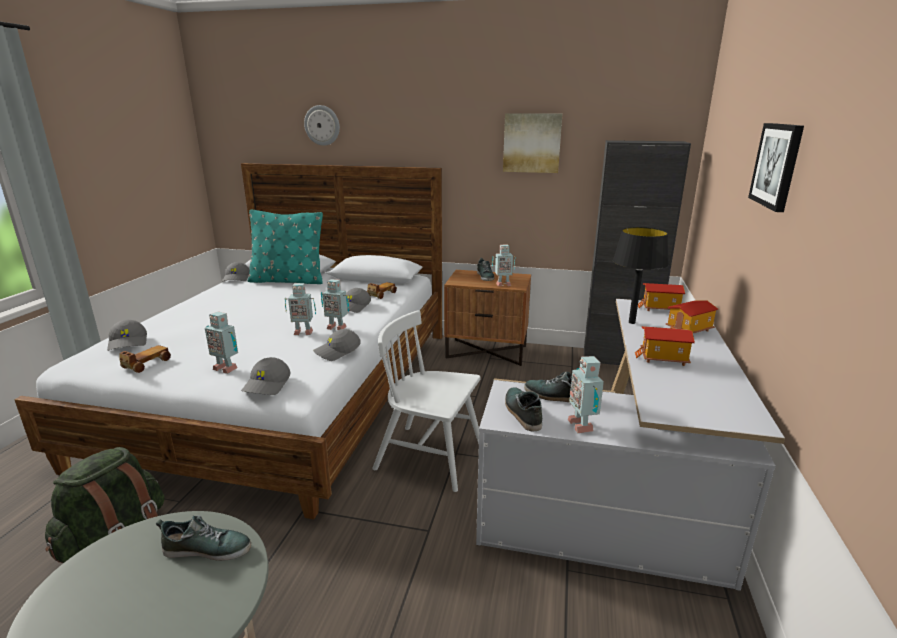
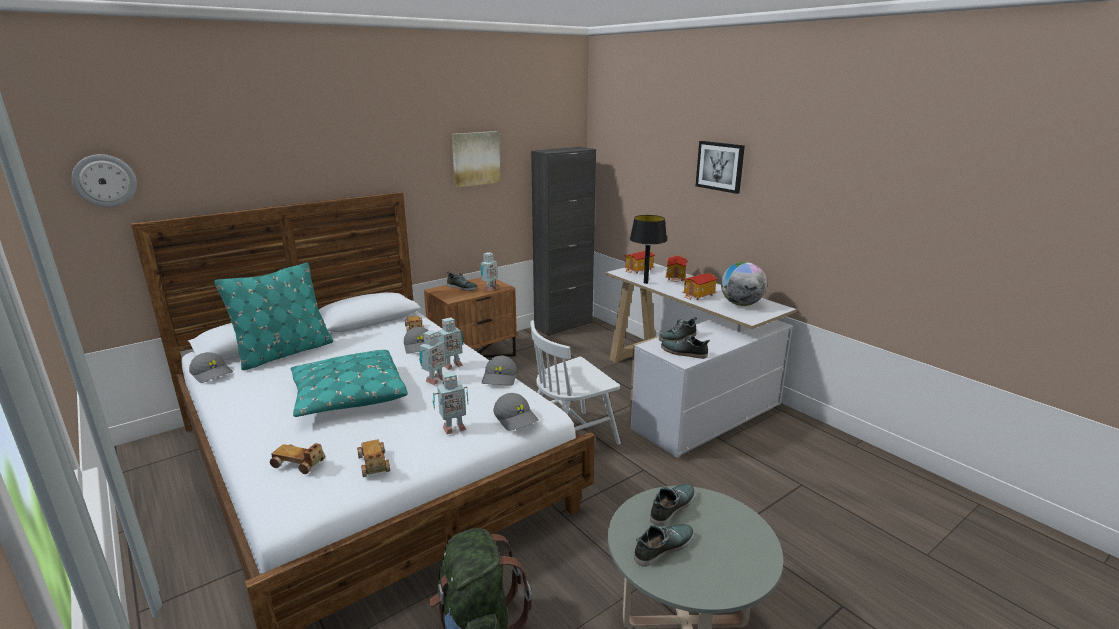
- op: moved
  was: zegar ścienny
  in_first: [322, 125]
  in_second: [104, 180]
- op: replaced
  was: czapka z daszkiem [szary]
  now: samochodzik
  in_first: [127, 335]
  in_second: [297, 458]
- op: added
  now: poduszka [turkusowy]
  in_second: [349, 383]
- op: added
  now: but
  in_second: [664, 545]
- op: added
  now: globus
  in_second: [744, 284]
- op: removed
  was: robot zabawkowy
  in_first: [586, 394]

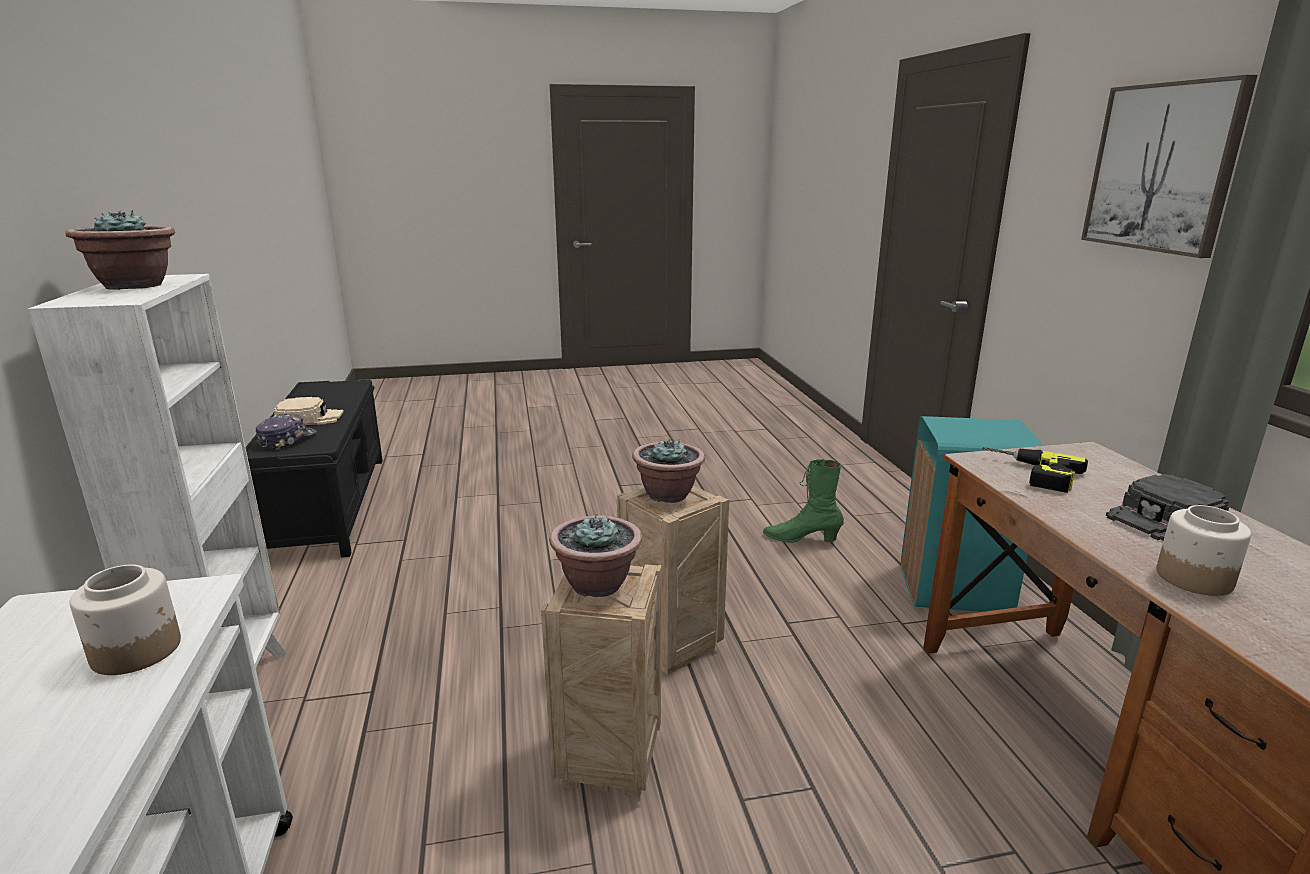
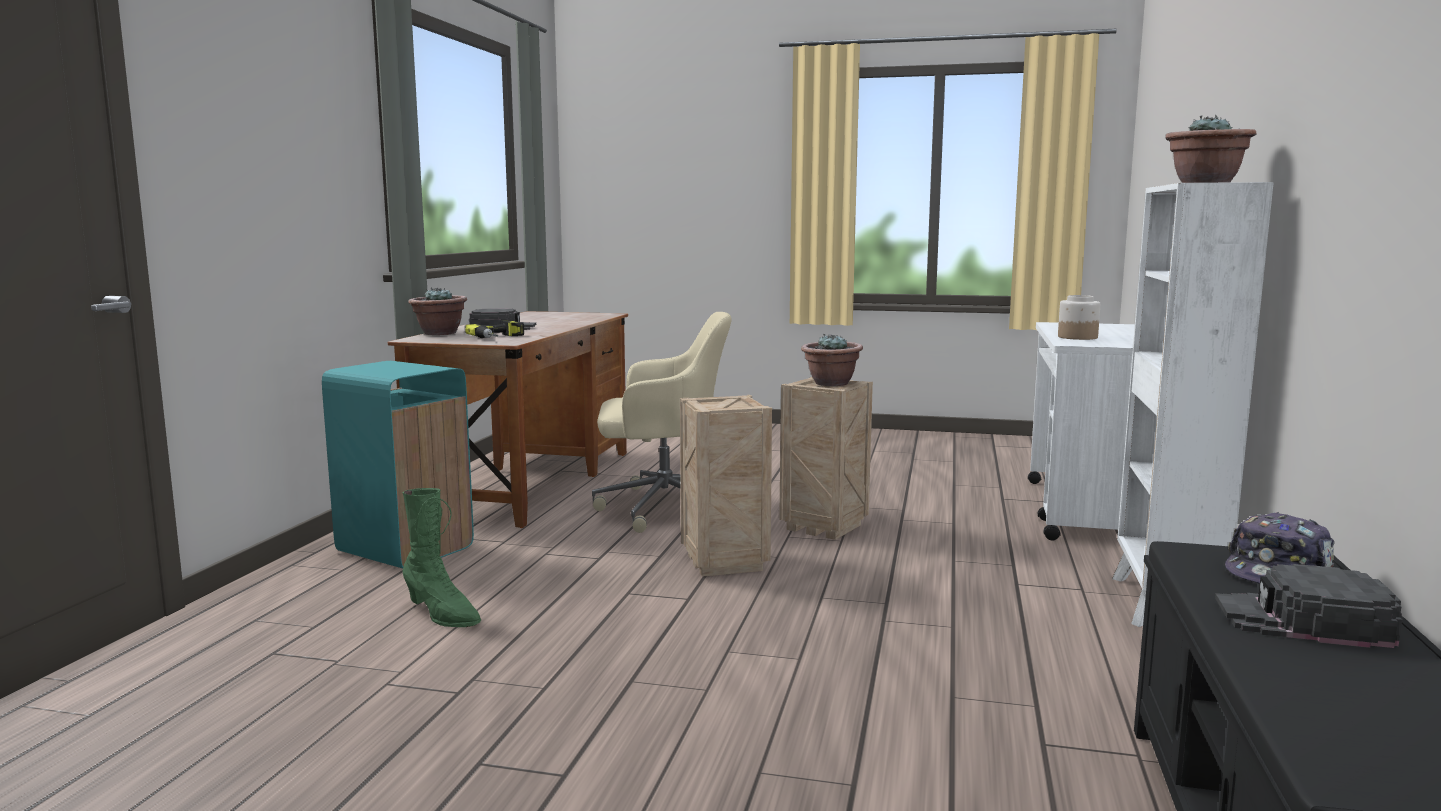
- op: moved
  was: roślina doniczkowa
  in_first: [668, 470]
  in_second: [437, 311]
- op: added
  now: krzesło biurowe [beżowy]
  in_second: [661, 422]
- op: recoloured
  was: czapka z daszkiem [beżowy]
  now: czapka z daszkiem [czarny]
  in_first: [309, 411]
  in_second: [1308, 606]
- op: removed
  was: obraz
  in_first: [1169, 166]
- op: removed
  was: słoik
  in_first: [1203, 550]

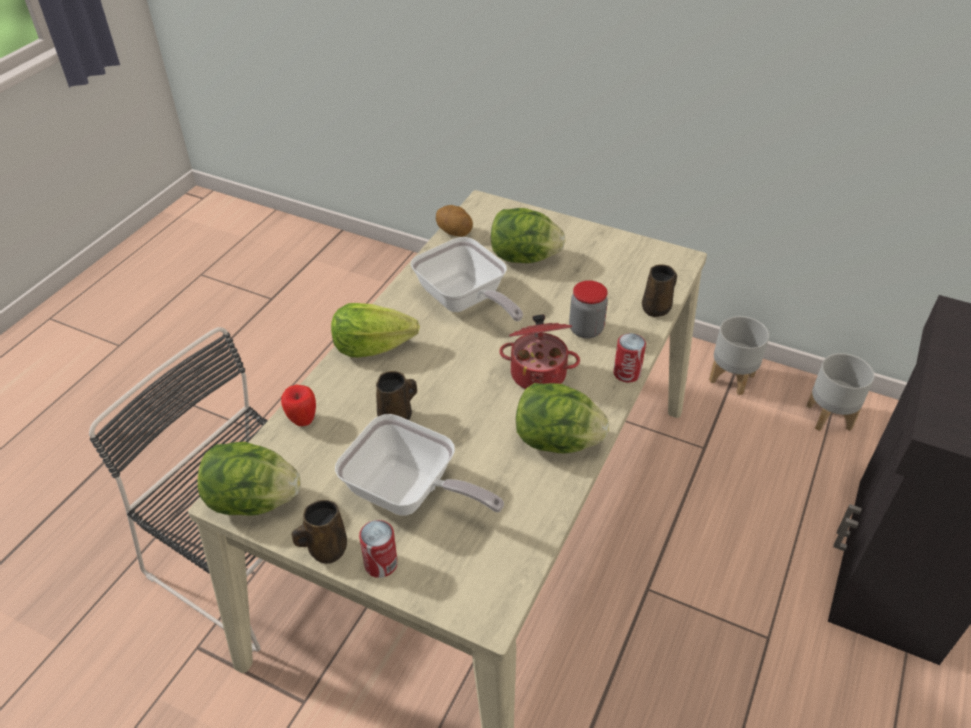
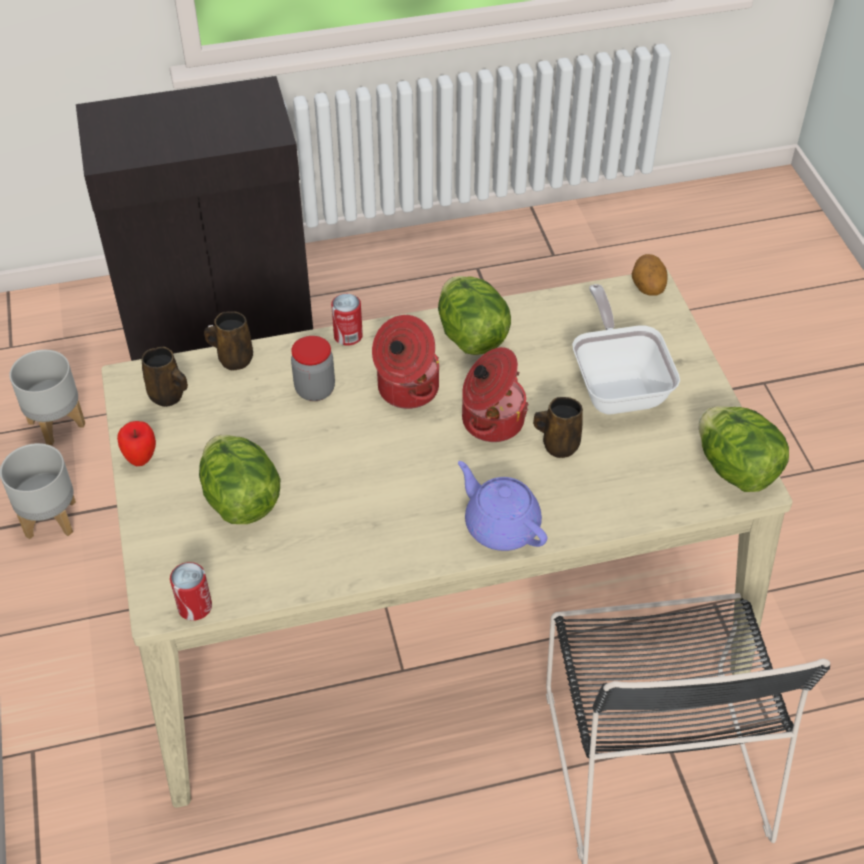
- op: moved
  was: jabłko
  in_first: [298, 405]
  in_second: [136, 443]
- op: moved
  was: kubek [brązowy]
  in_first: [319, 532]
  in_second: [164, 377]
- op: moved
  was: puszka
  in_first: [378, 549]
  in_second: [191, 591]
- op: replaced
  was: sałata
  now: imbryk [fioletowy]
  in_first: [375, 330]
  in_second: [502, 506]
- op: added
  now: garnek
  in_second: [495, 394]
- op: moved
  was: ziemniak
  in_first: [454, 221]
  in_second: [650, 274]
- op: removed
  was: patelnia
  in_first: [467, 279]

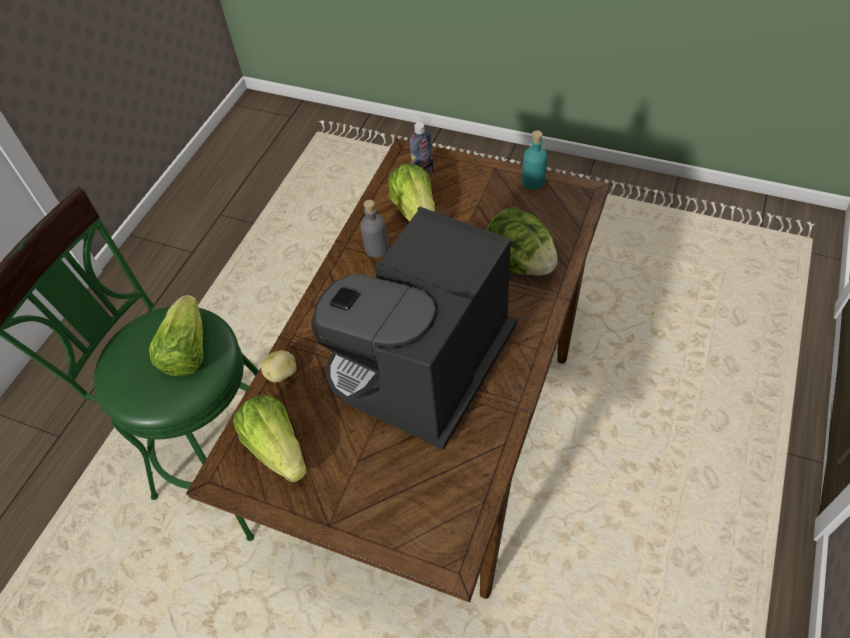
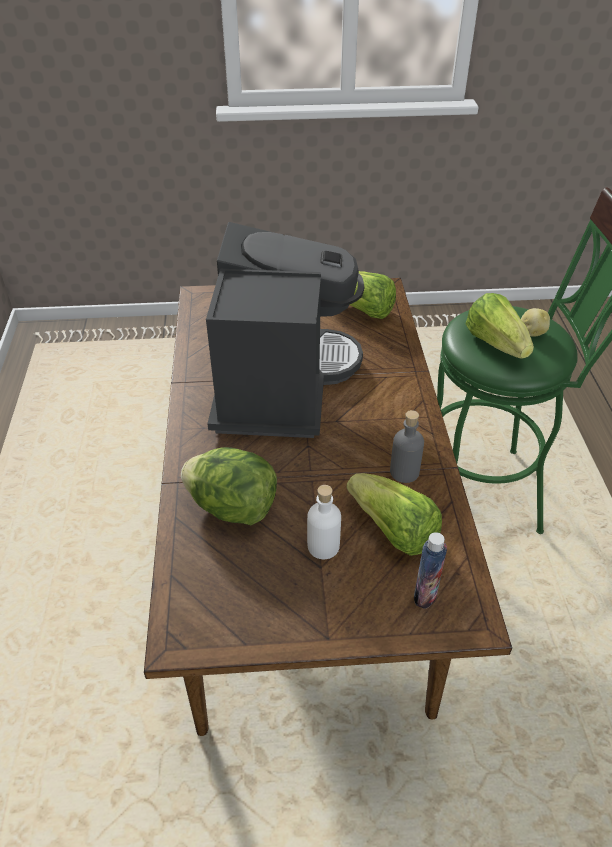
- op: added
  now: butelka [biały]
  in_second: [324, 522]
- op: moved
  was: ziemniak
  in_first: [279, 366]
  in_second: [535, 322]
- op: removed
  was: butelka [turkusowy]
  in_first: [534, 160]

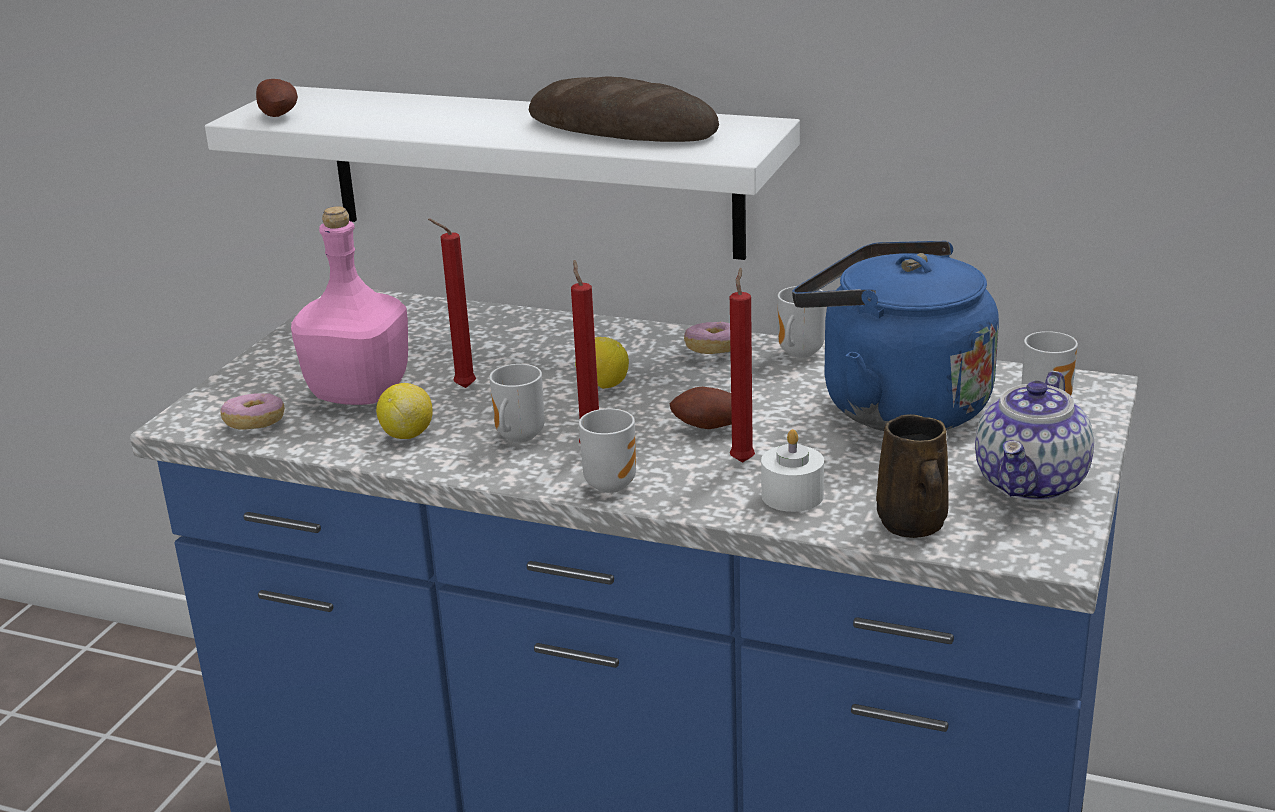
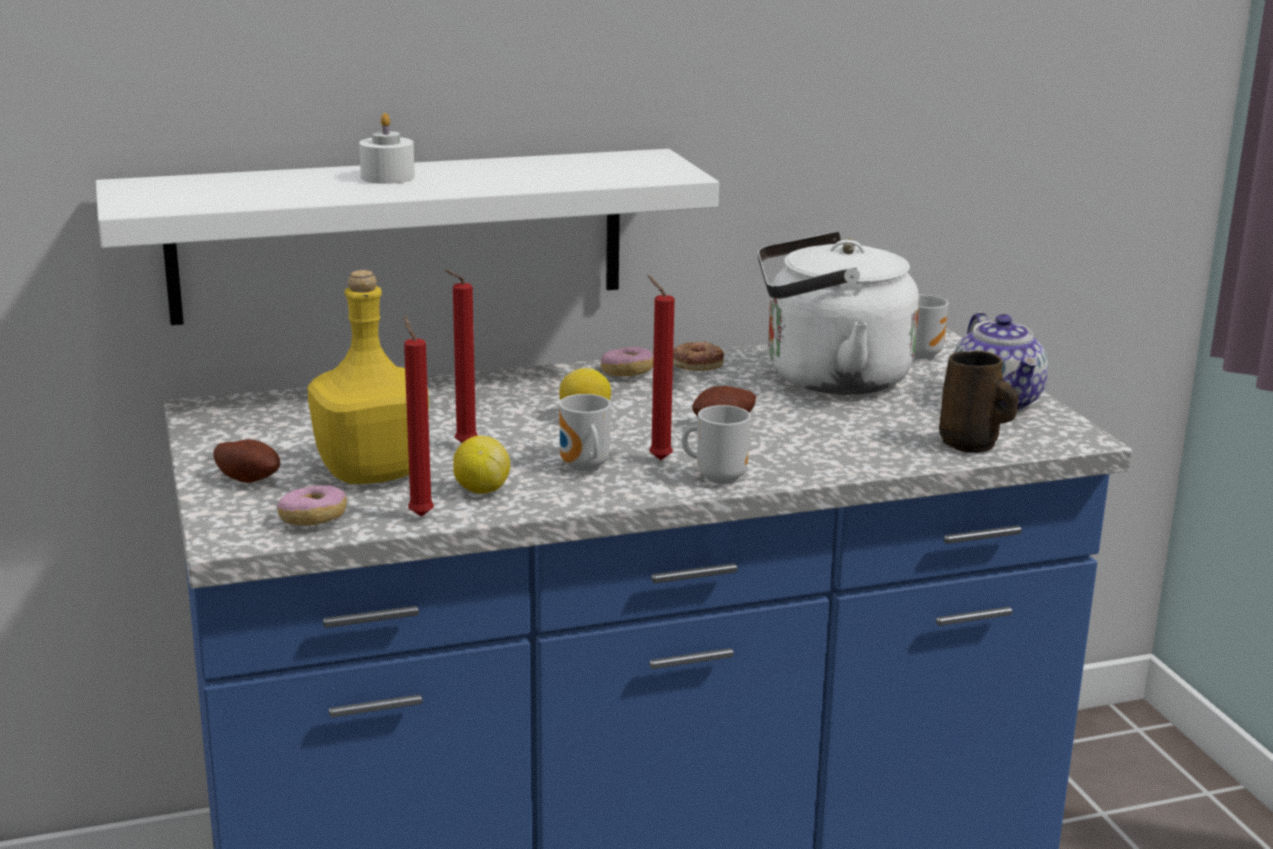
- op: moved
  was: ziemniak
  in_first: [277, 98]
  in_second: [246, 461]
- op: recoloured
  was: butelka [różowy]
  now: butelka [żółty]
  in_first: [349, 305]
  in_second: [368, 377]
- op: moved
  was: świeca [biały]
  in_first: [792, 470]
  in_second: [387, 148]
- op: moved
  was: świeca [czerwony]
  in_first: [742, 365]
  in_second: [419, 416]
- op: replaced
  was: kubek
  now: donut
  in_first: [801, 322]
  in_second: [698, 356]
- op: recoloured
  was: czajnik [niebieski]
  now: czajnik [biały]
  in_first: [895, 336]
  in_second: [838, 313]
- op: removed
  was: chleb
  in_first: [624, 109]

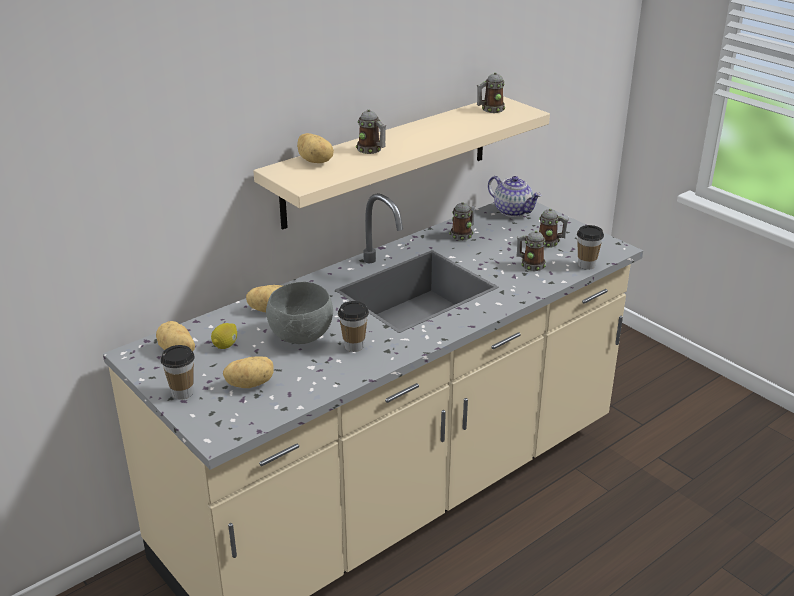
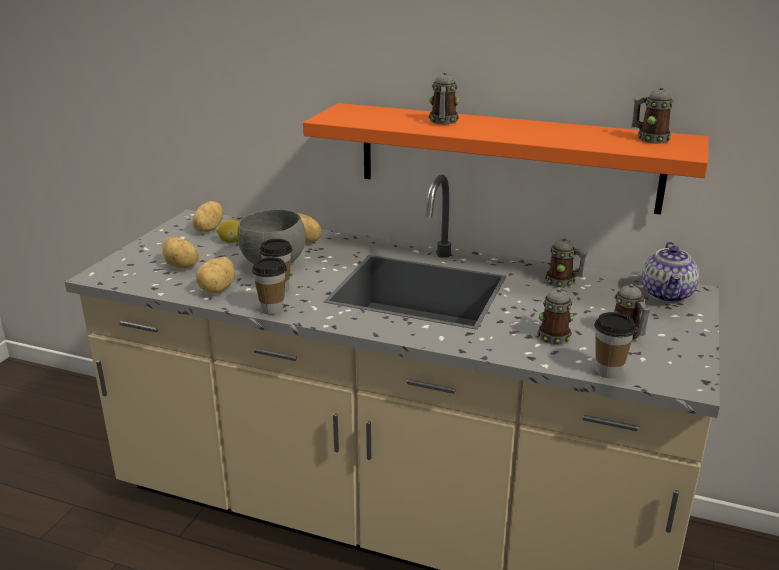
- op: moved
  was: ziemniak
  in_first: [315, 148]
  in_second: [215, 275]
- op: moved
  was: filiżanka
  in_first: [178, 372]
  in_second: [269, 286]
- op: recoloured
  was: półka [beżowy]
  now: półka [pomarańczowy]
  in_first: [401, 162]
  in_second: [506, 159]

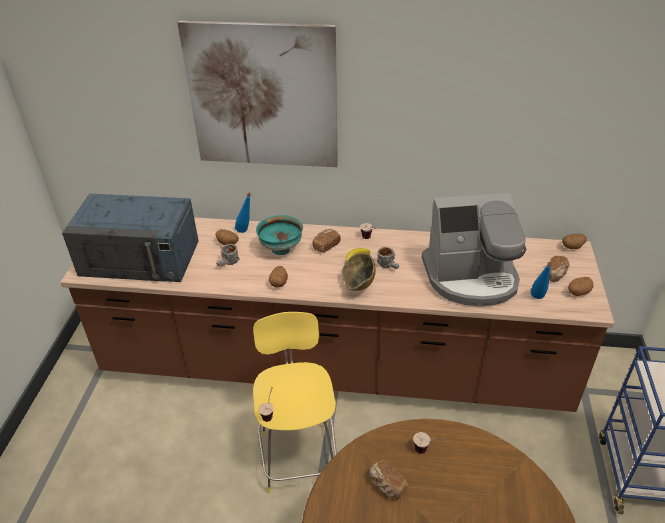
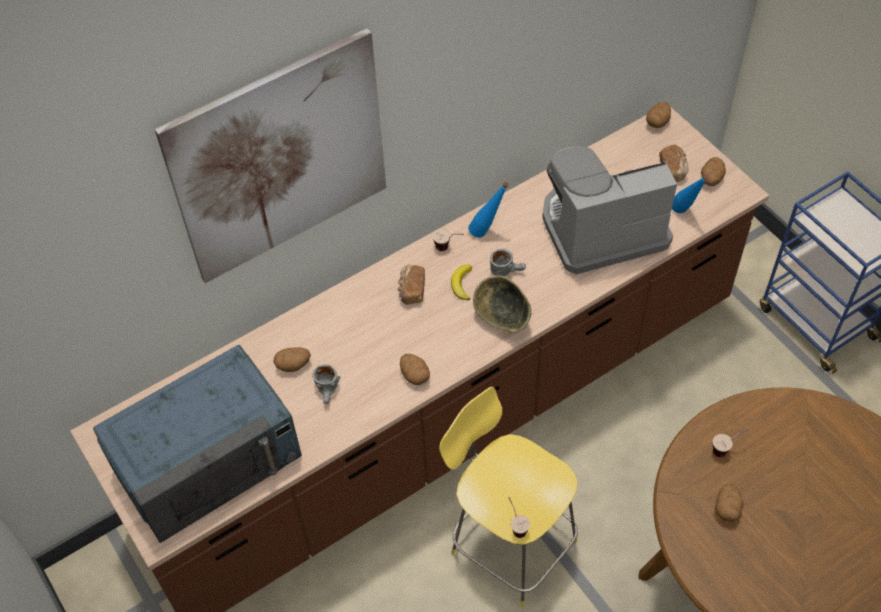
- op: moved
  was: butelka [niebieski]
  in_first: [243, 213]
  in_second: [488, 210]
- op: turned
  was: ekspres do kawy
  in_first: [474, 249]
  in_second: [609, 210]
  clockwise: -150
- op: replaced
  was: chleb
  now: ziemniak
  in_first: [389, 479]
  in_second: [729, 503]
- op: removed
  was: miska [turkusowy]
  in_first: [279, 235]

